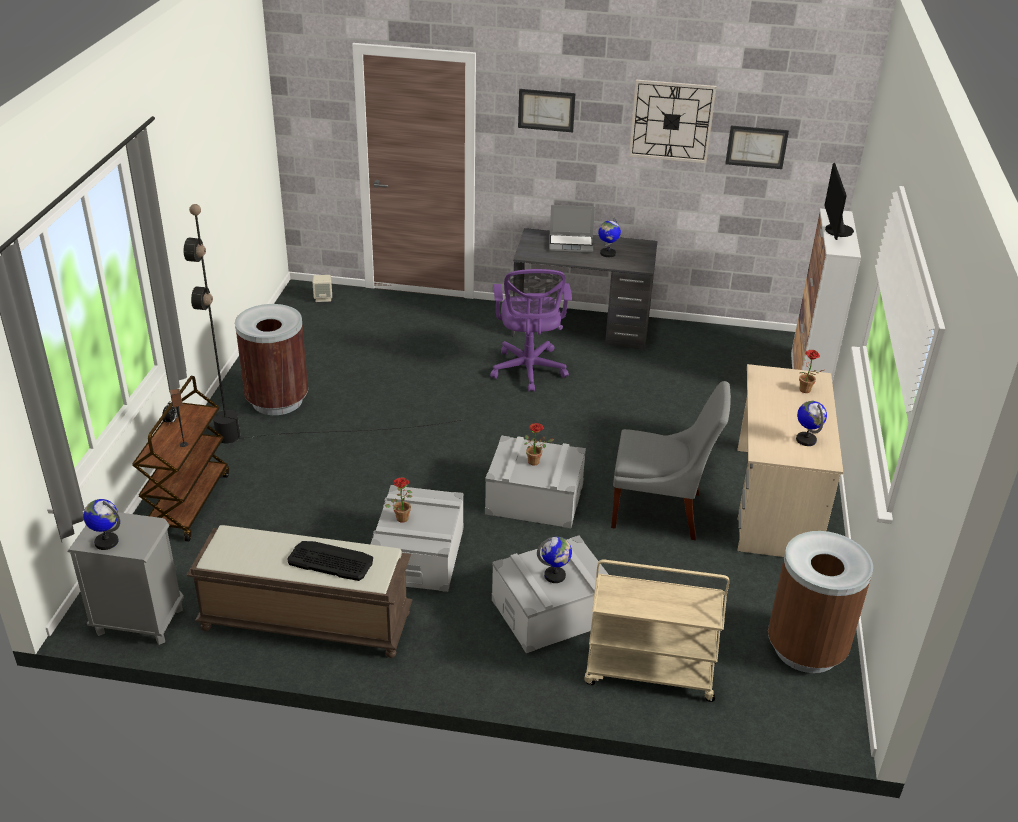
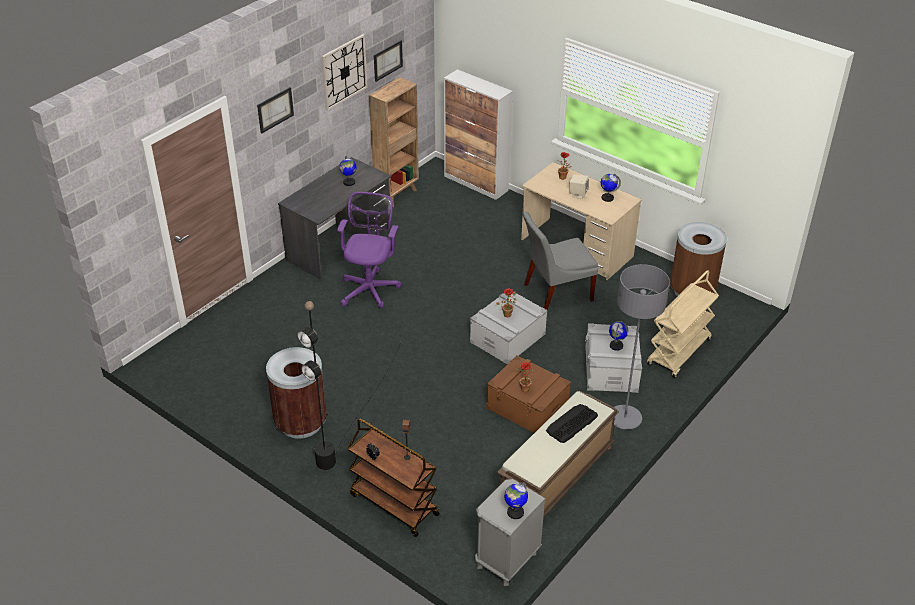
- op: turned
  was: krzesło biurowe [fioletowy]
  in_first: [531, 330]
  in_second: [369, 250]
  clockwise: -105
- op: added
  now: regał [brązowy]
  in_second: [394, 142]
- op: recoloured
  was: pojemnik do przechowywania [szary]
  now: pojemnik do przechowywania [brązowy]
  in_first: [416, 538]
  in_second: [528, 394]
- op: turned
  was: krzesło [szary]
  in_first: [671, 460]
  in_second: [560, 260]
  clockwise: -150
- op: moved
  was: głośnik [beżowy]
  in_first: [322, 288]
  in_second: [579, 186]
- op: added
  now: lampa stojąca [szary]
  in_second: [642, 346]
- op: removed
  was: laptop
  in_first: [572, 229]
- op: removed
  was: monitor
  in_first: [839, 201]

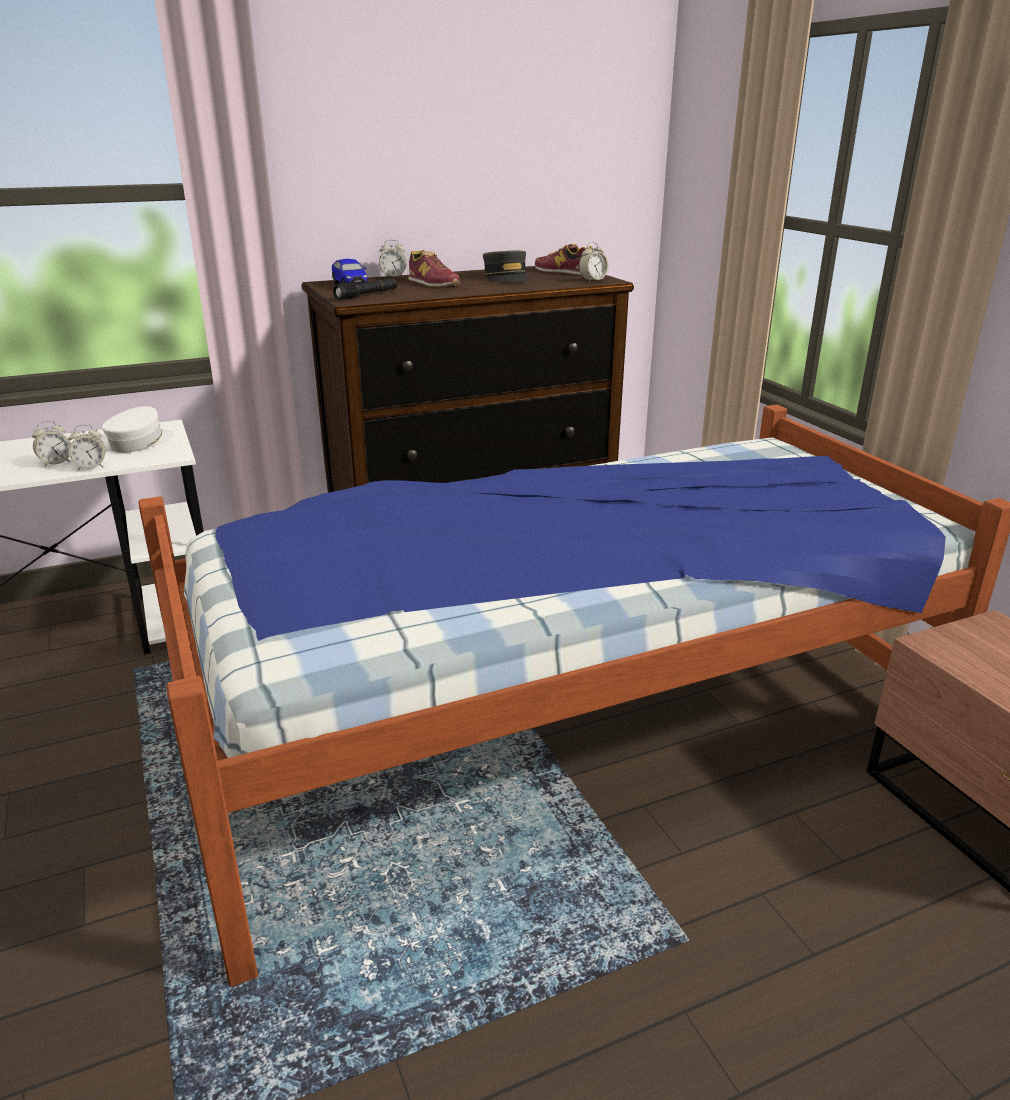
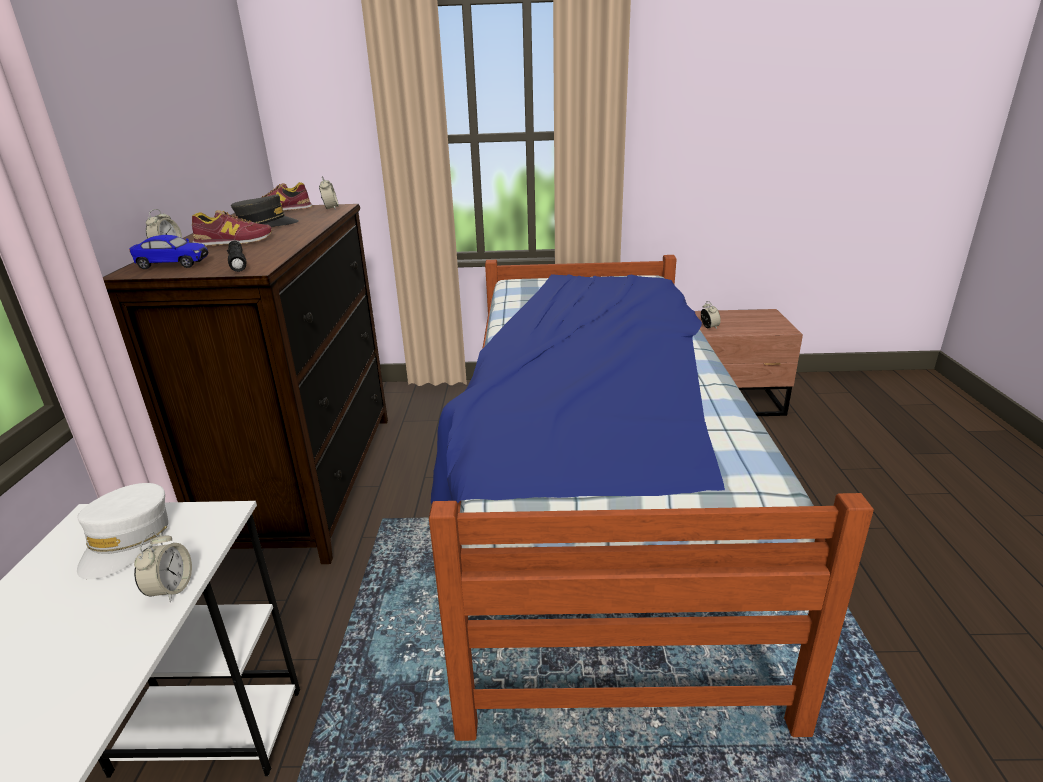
- op: turned
  was: czapka z daszkiem [biały]
  in_first: [138, 429]
  in_second: [122, 531]
  clockwise: -135
- op: moved
  was: budzik
  in_first: [51, 444]
  in_second: [711, 315]

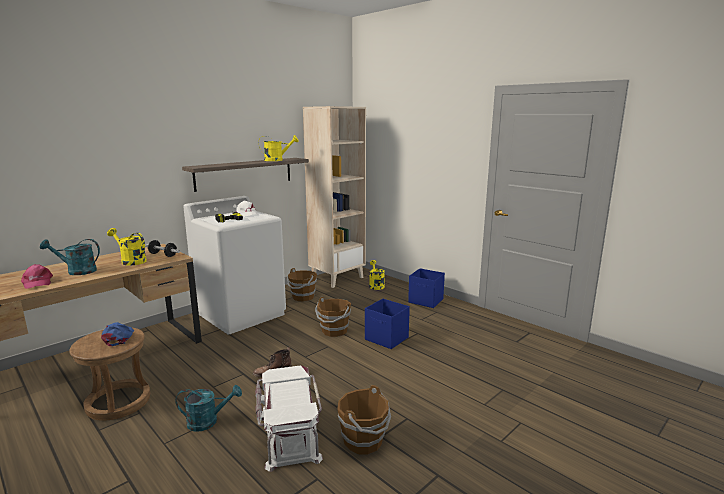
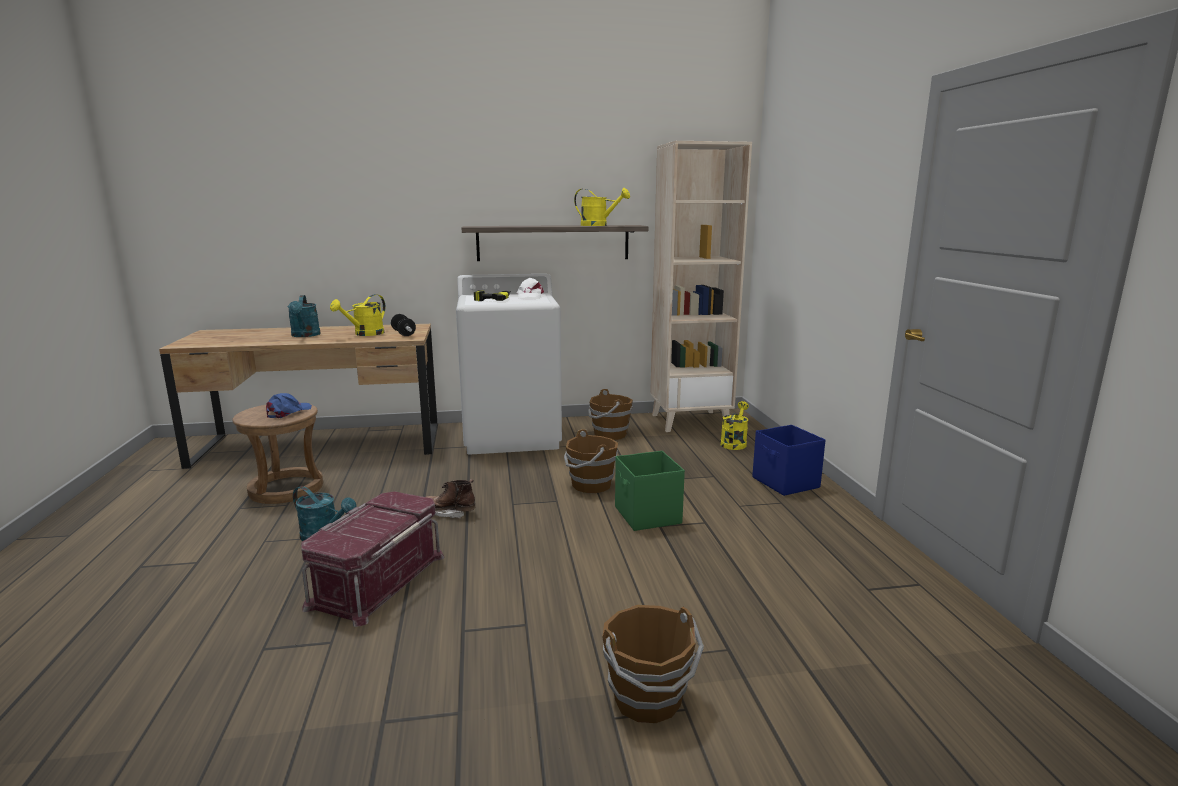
- op: turned
  was: konewka [turkusowy]
  in_first: [70, 257]
  in_second: [304, 316]
  clockwise: -135
- op: recoloured
  was: pojemnik do przechowywania [biały]
  now: pojemnik do przechowywania [czerwony]
  in_first: [289, 418]
  in_second: [373, 559]
- op: turned
  was: konewka [żółty]
  in_first: [127, 247]
  in_second: [357, 315]
  clockwise: -120
- op: moved
  was: wiadro [brązowy]
  in_first: [364, 419]
  in_second: [653, 664]
- op: recoloured
  was: pojemnik do przechowywania [niebieski]
  now: pojemnik do przechowywania [zielony]
  in_first: [387, 324]
  in_second: [650, 491]
- op: removed
  was: czapka z daszkiem [różowy]
  in_first: [37, 276]

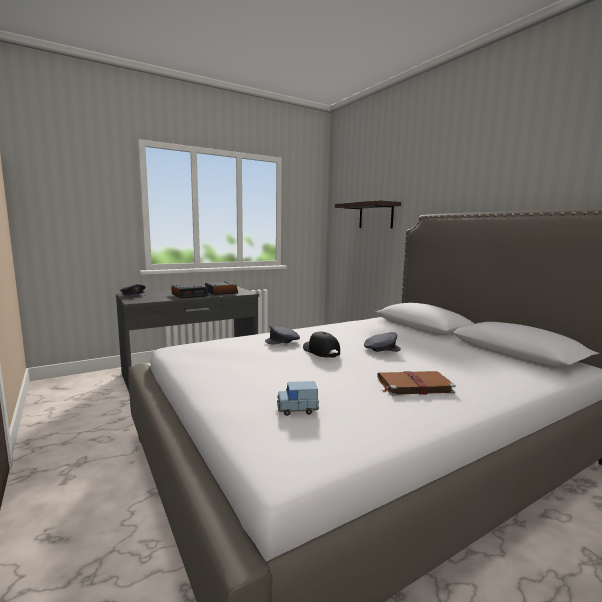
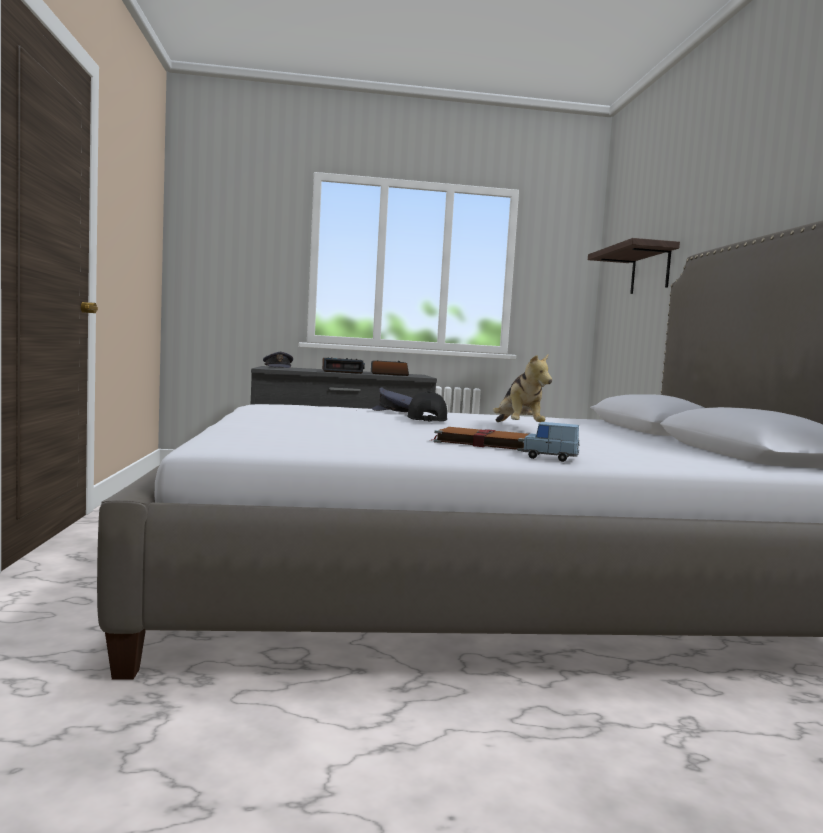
- op: replaced
  was: czapka z daszkiem [szary]
  now: pluszak
  in_first: [382, 342]
  in_second: [522, 387]
- op: moved
  was: samochodzik [niebieski]
  in_first: [298, 398]
  in_second: [551, 442]

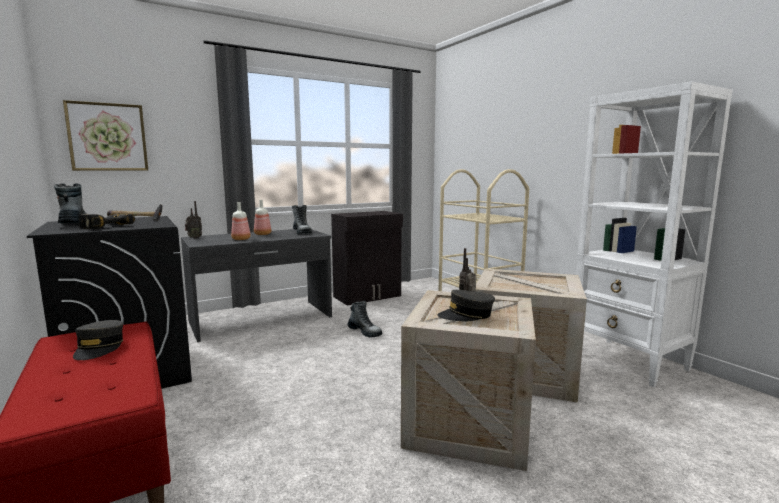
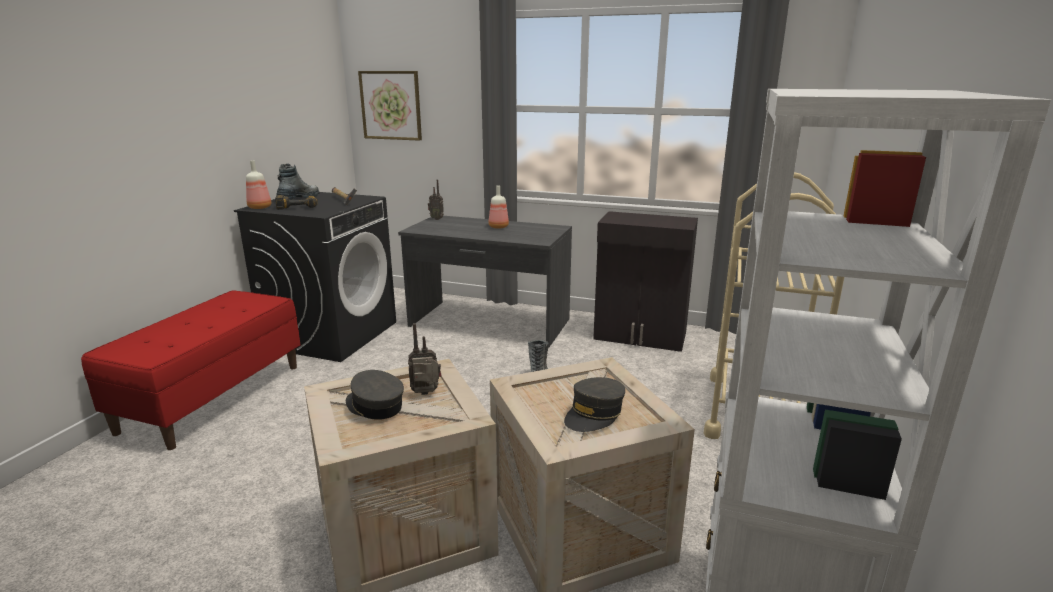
- op: moved
  was: butelka
  in_first: [241, 221]
  in_second: [258, 184]
- op: moved
  was: czapka z daszkiem [szary]
  in_first: [98, 340]
  in_second: [594, 404]
- op: removed
  was: but z cholewką
  in_first: [302, 219]

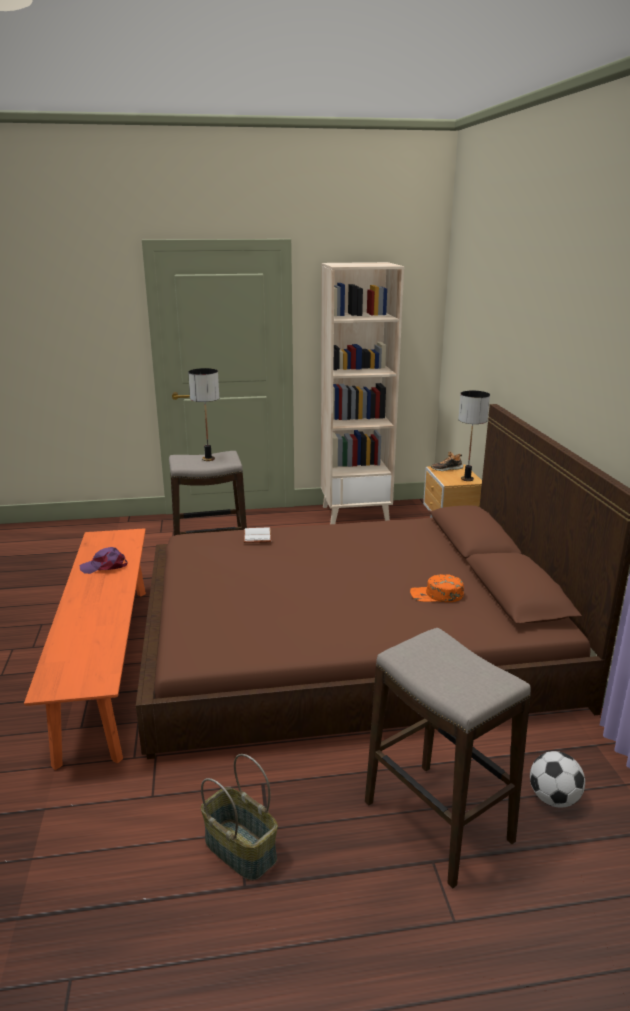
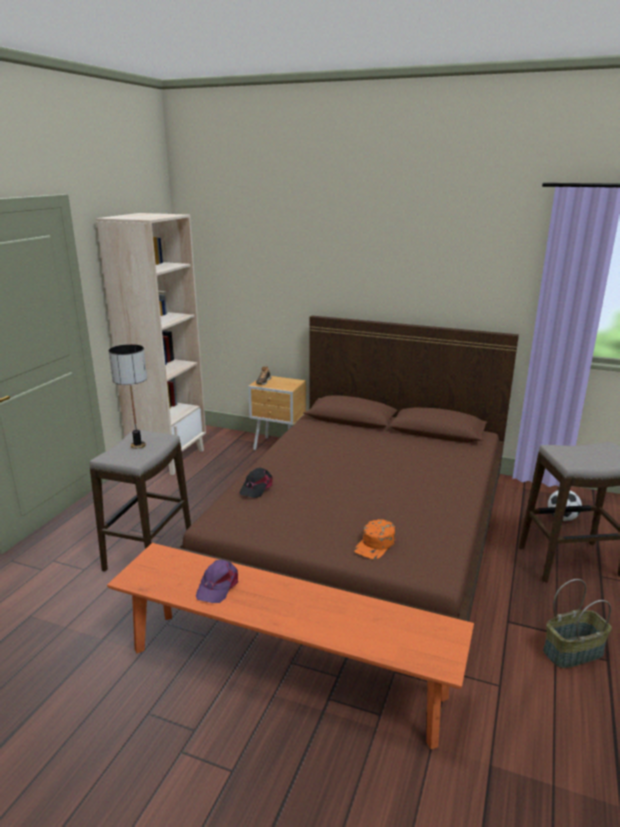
- op: replaced
  was: książka [biały]
  now: czapka z daszkiem [czarny]
  in_first: [258, 535]
  in_second: [256, 483]
- op: moved
  was: czapka z daszkiem [pomarańczowy]
  in_first: [437, 588]
  in_second: [374, 539]
- op: removed
  was: lampa stołowa
  in_first: [474, 436]

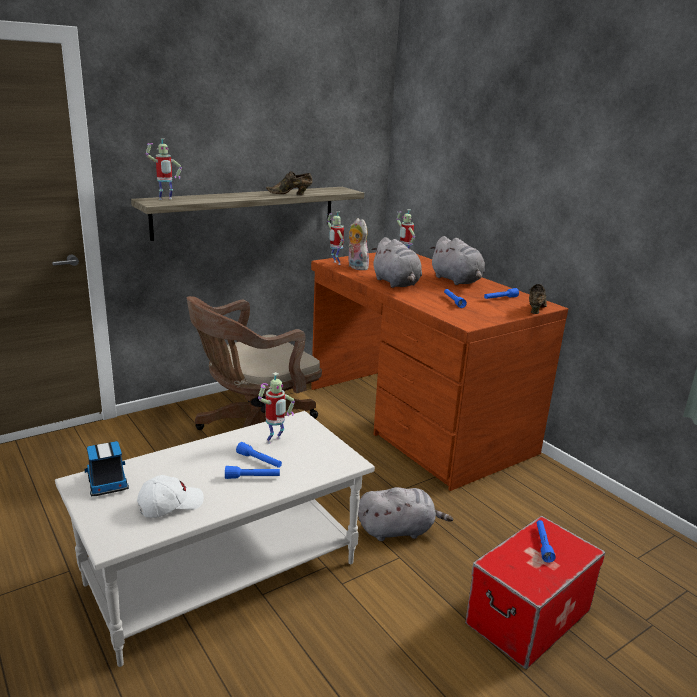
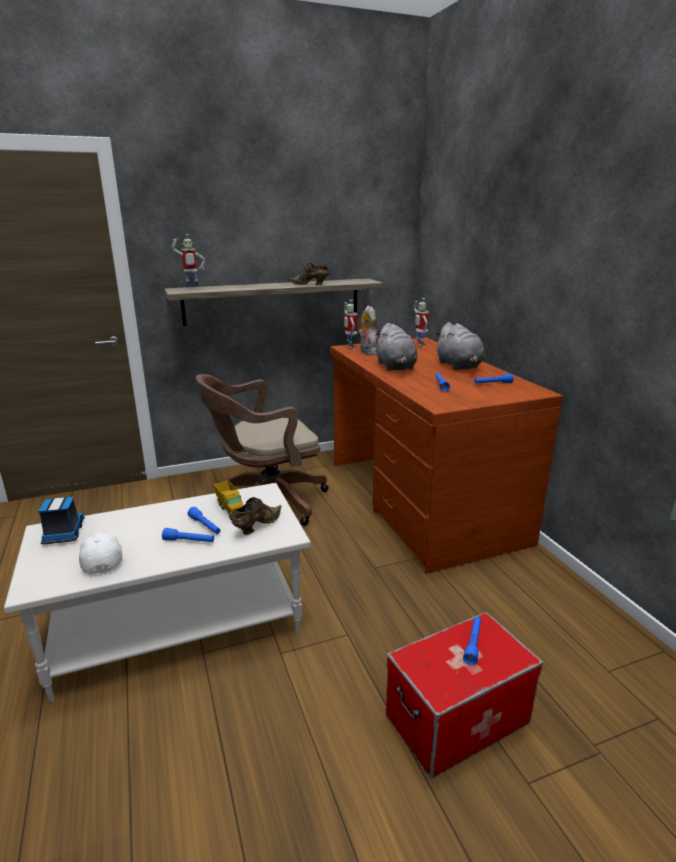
- op: turned
  was: czapka z daszkiem [biały]
  in_first: [170, 496]
  in_second: [100, 553]
  clockwise: -90
- op: replaced
  was: robot zabawkowy
  now: ciężarówka zabawkowa
  in_first: [276, 408]
  in_second: [228, 500]
- op: moved
  was: but [brązowy]
  in_first: [538, 299]
  in_second: [257, 516]
- op: removed
  was: pluszak [szary]
  in_first: [405, 514]

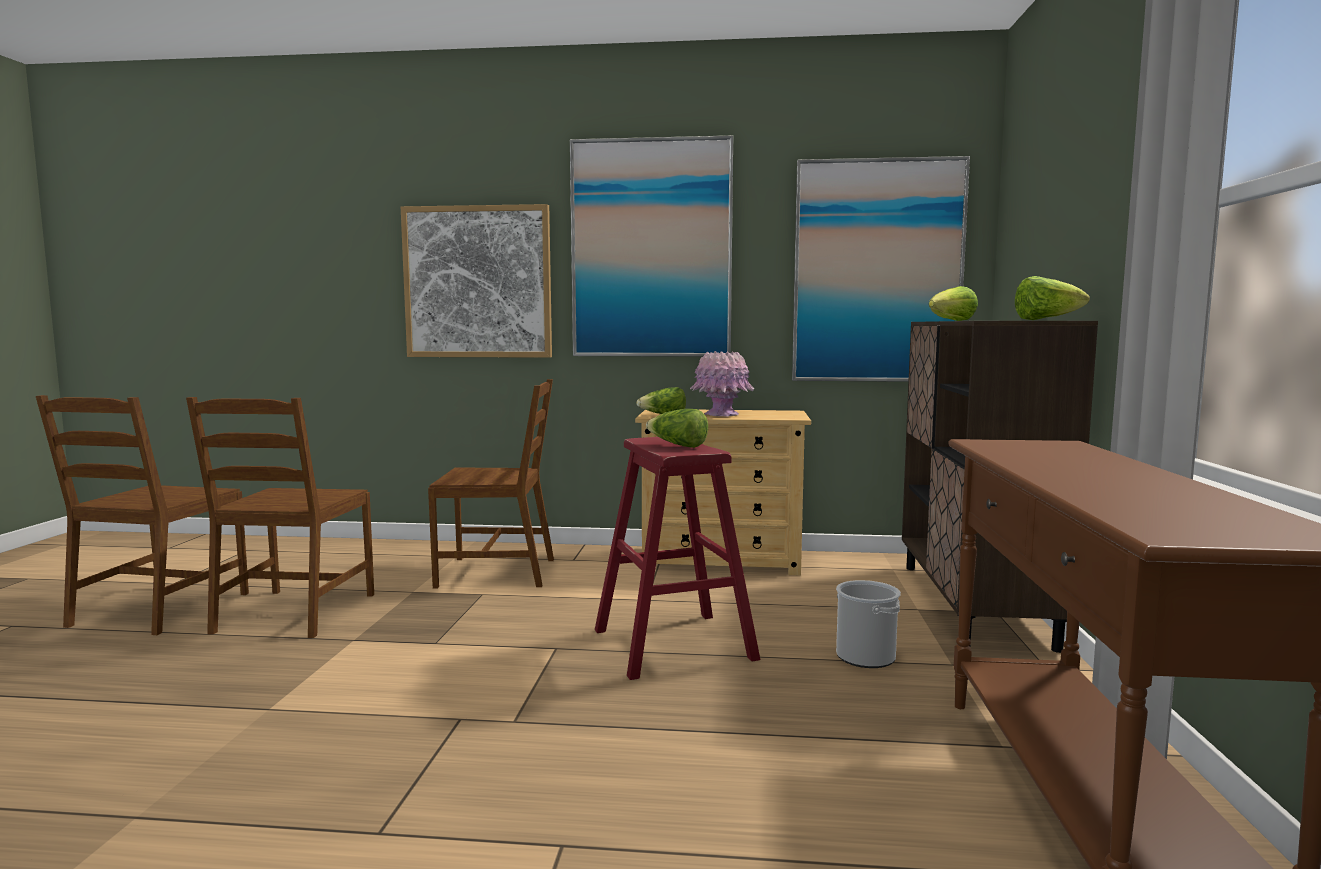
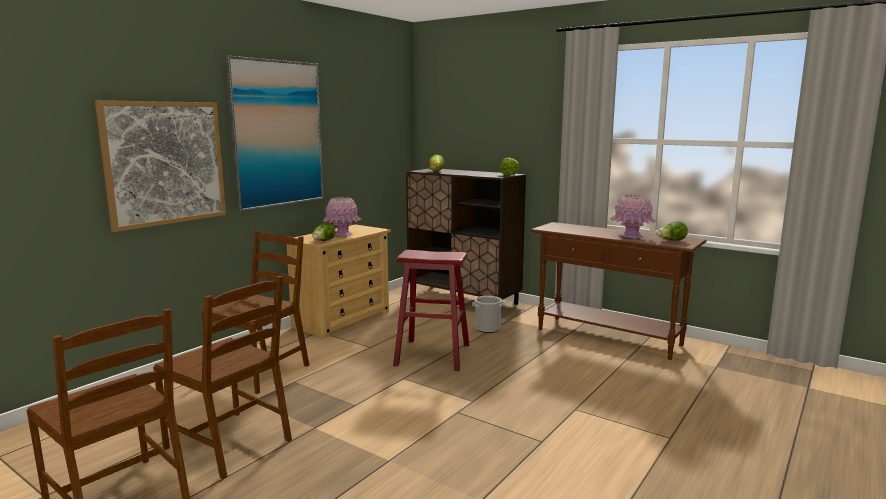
- op: added
  now: wazon [różowy]
  in_second: [633, 216]
- op: moved
  was: sałata
  in_first: [677, 428]
  in_second: [672, 230]
- op: removed
  was: obraz
  in_first: [881, 269]

